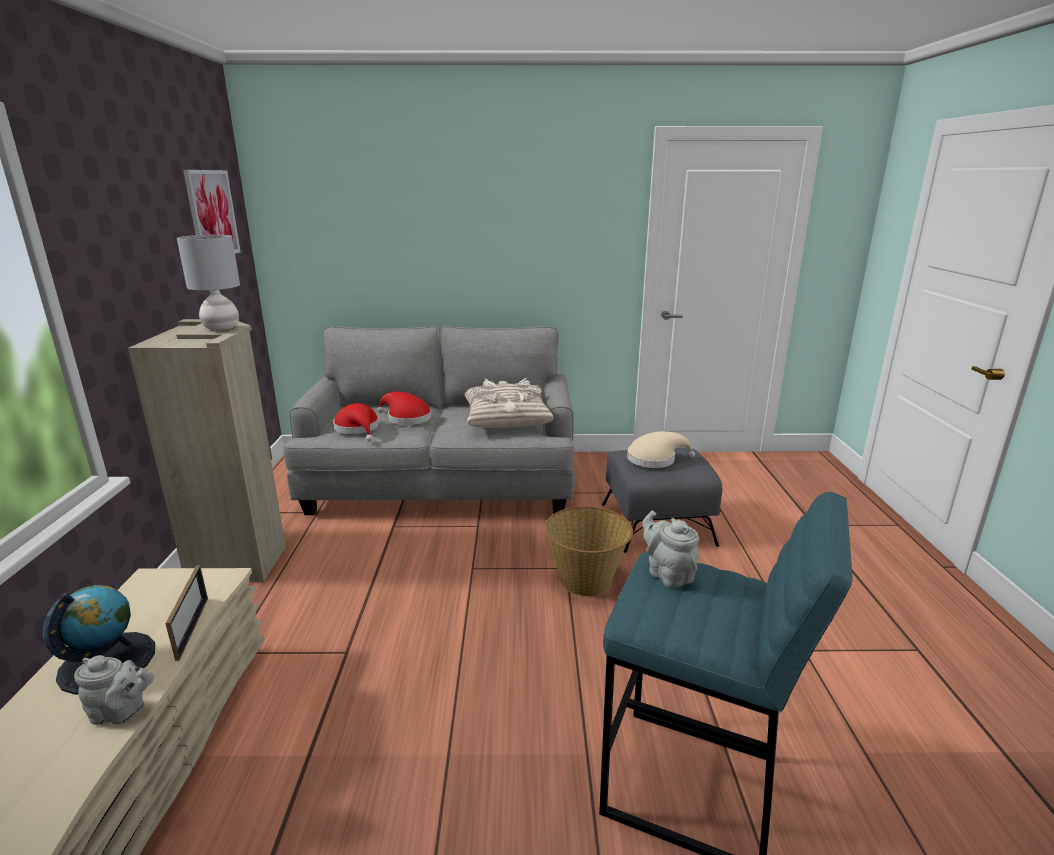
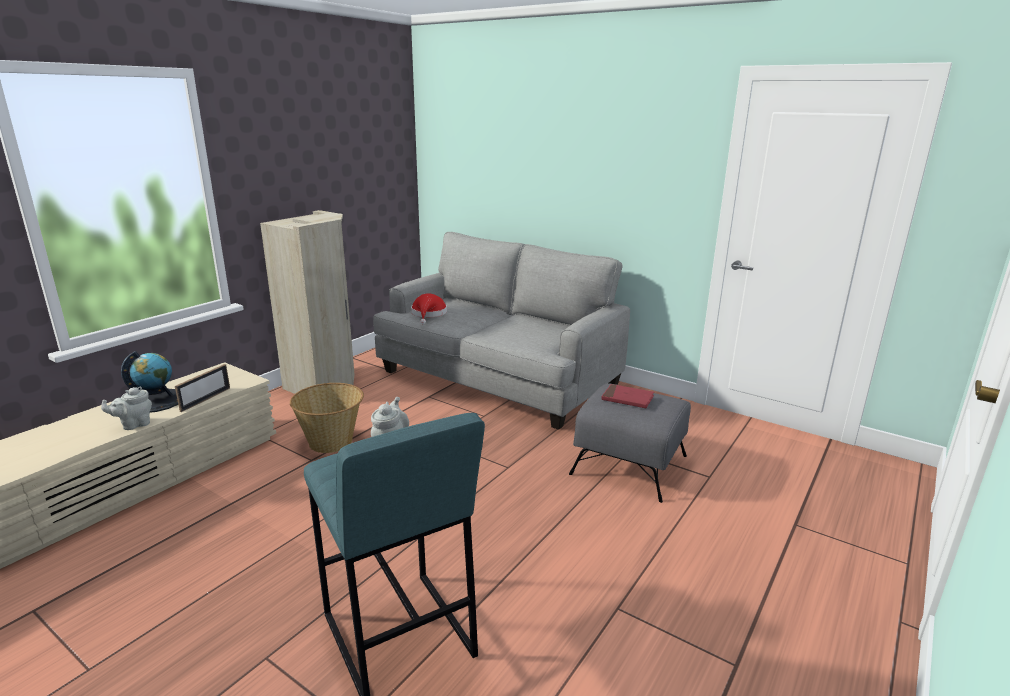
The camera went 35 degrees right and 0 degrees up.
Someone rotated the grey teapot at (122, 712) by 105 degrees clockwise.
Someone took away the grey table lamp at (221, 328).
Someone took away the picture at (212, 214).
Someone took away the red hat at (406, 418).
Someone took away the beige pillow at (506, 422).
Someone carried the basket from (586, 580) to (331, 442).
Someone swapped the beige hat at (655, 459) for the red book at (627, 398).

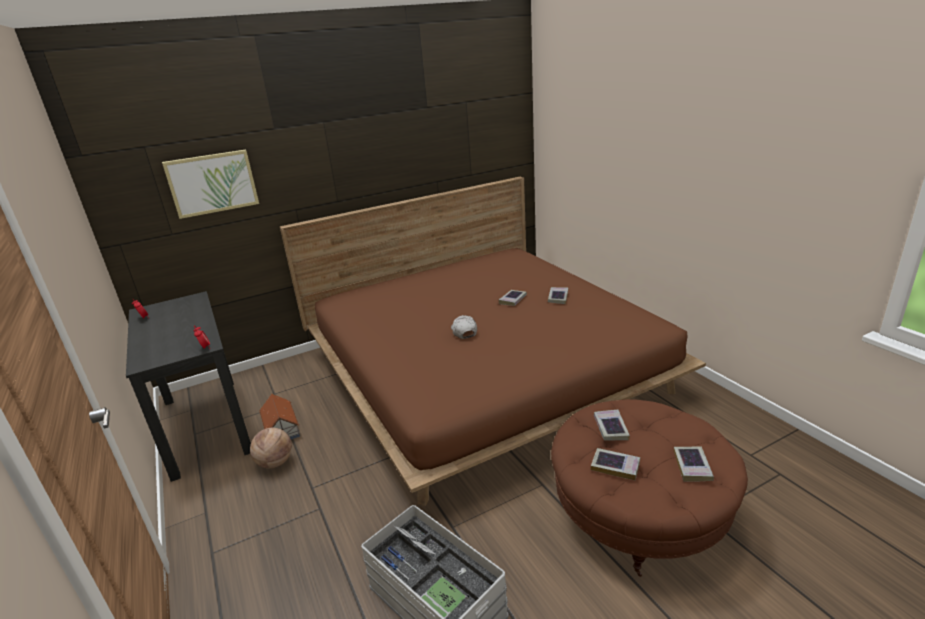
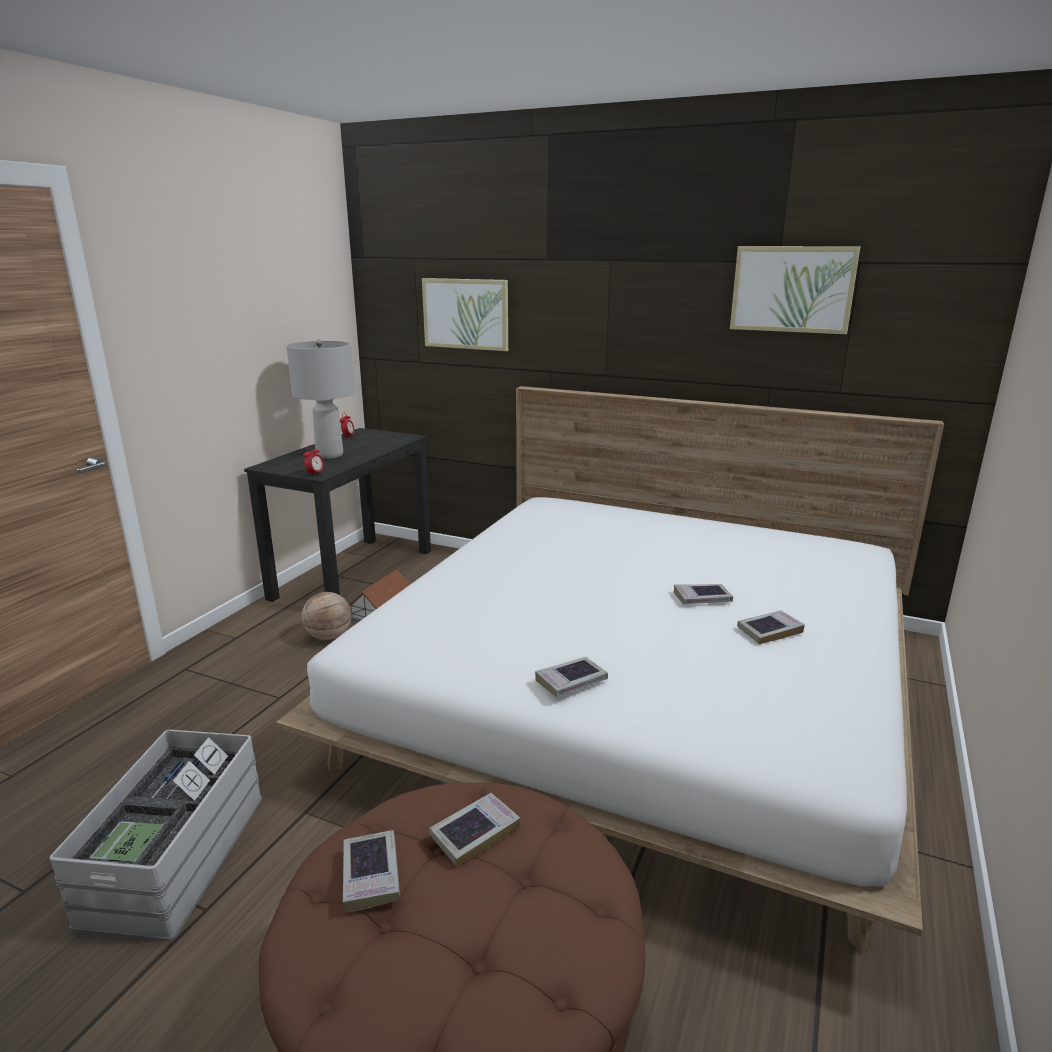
The camera went 50 degrees right and 5 degrees down.
Someone repainted the brown bed at (485, 372), which became the white bed at (638, 695).
Someone took away the white cap at (464, 331).
Someone carried the book from (692, 466) to (571, 681).
Someone put down the grey table lamp at (330, 455).
Someone put up the picture at (792, 289).

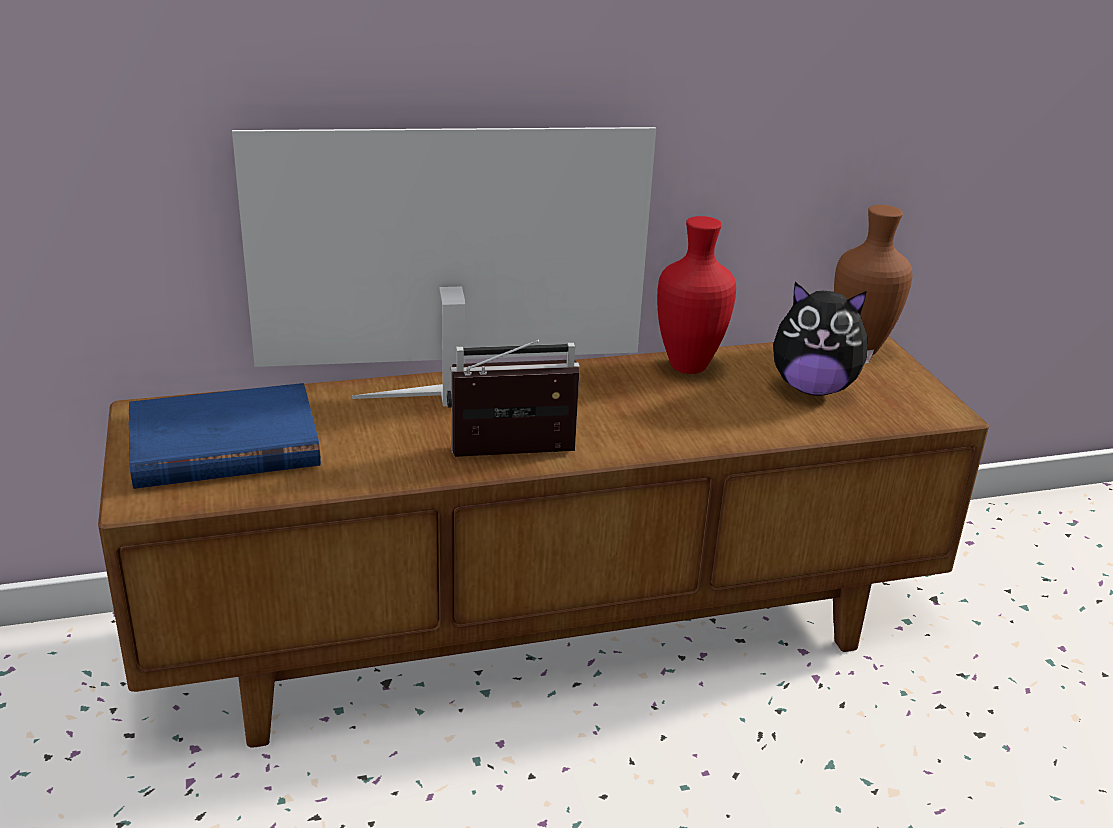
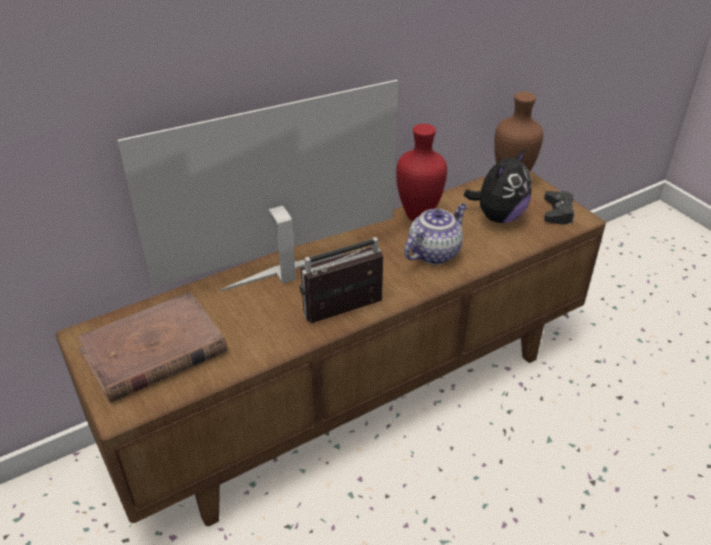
The camera went 15 degrees left and 10 degrees up.
Someone repainted the blue book at (222, 446), which became the brown book at (153, 352).
Someone rotated the plush toy at (813, 388) by 45 degrees counterclockwise.
Someone put down the teapot at (434, 252).
Someone put down the black game controller at (558, 212).

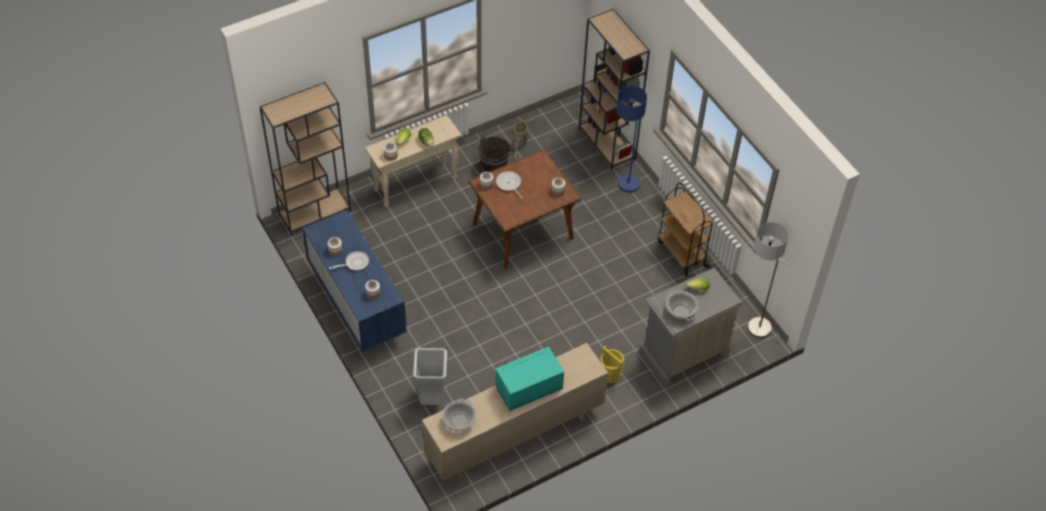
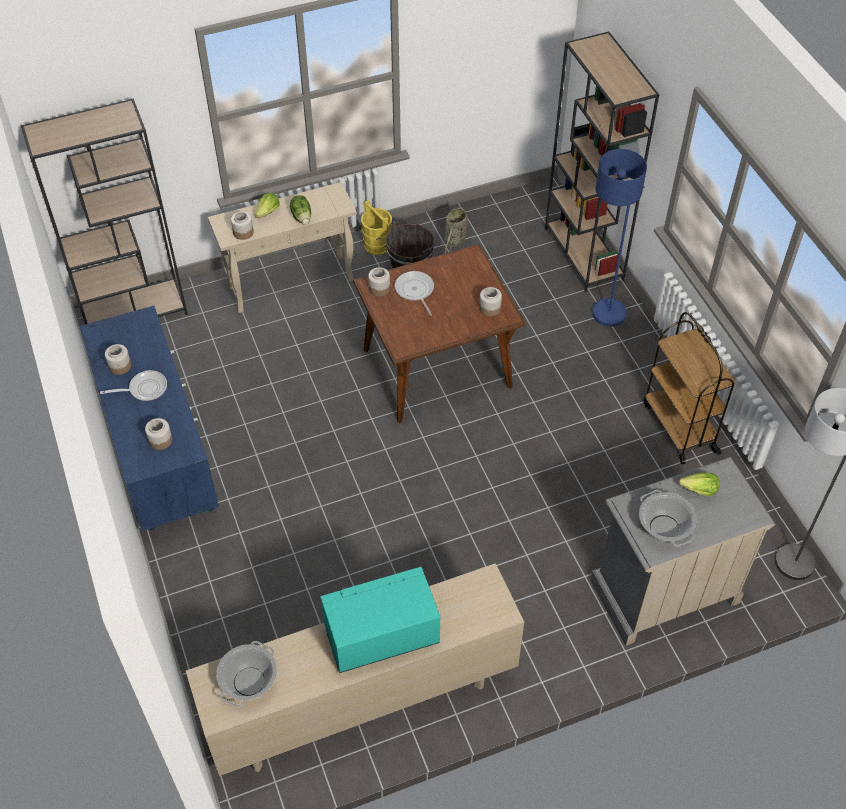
The camera went 10 degrees right and 0 degrees up.
Someone took away the grey trash can at (432, 397).
Someone carried the yellow bucket from (610, 374) to (377, 246).

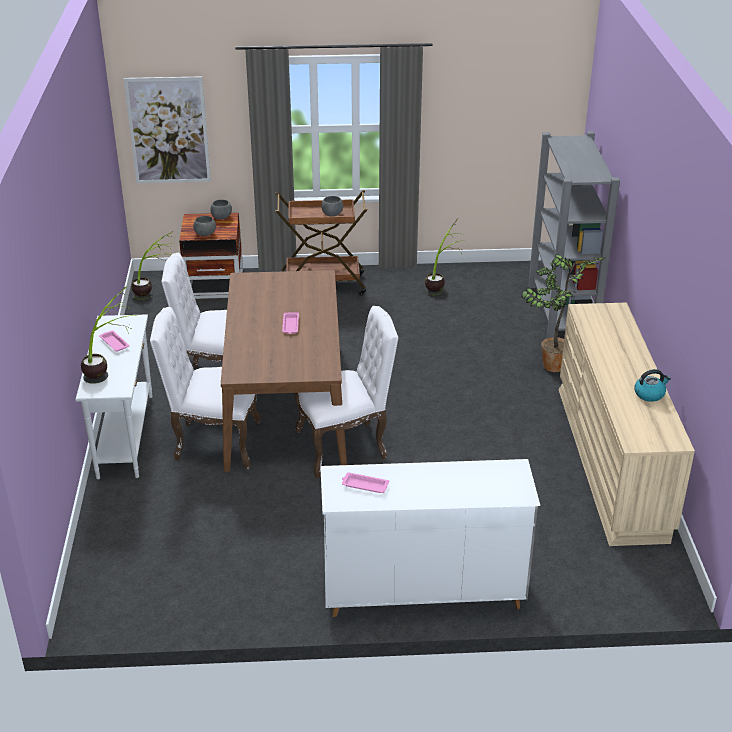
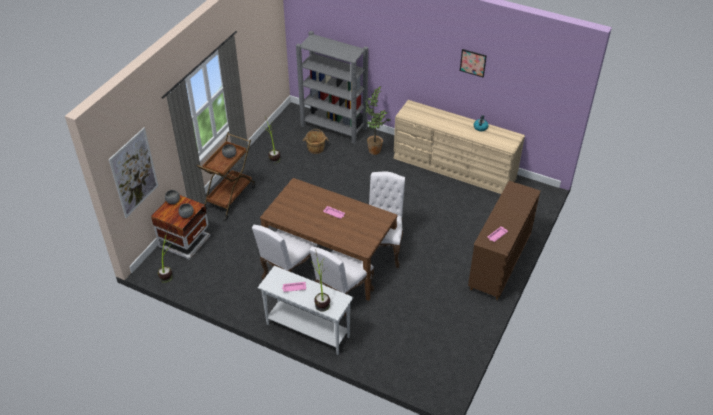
The camera went 60 degrees left and 10 degrees up.
Someone repainted the white cabinet at (423, 591), which became the brown cabinet at (499, 264).
Someone put down the brown bucket at (316, 148).
Someone put up the picture at (473, 63).

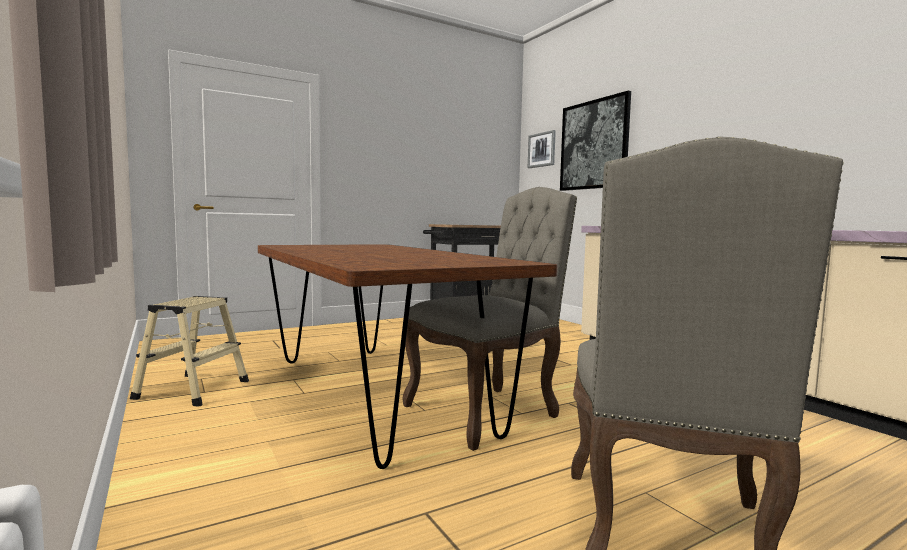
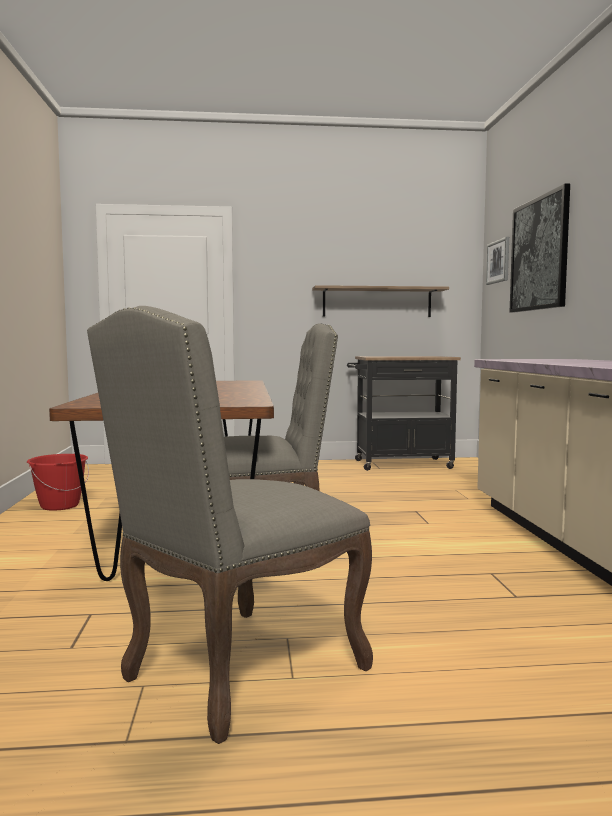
The camera went 25 degrees right and 0 degrees up.
Someone swapped the beige step ladder at (193, 389) for the red bucket at (59, 506).
Someone put up the shelf at (377, 302).

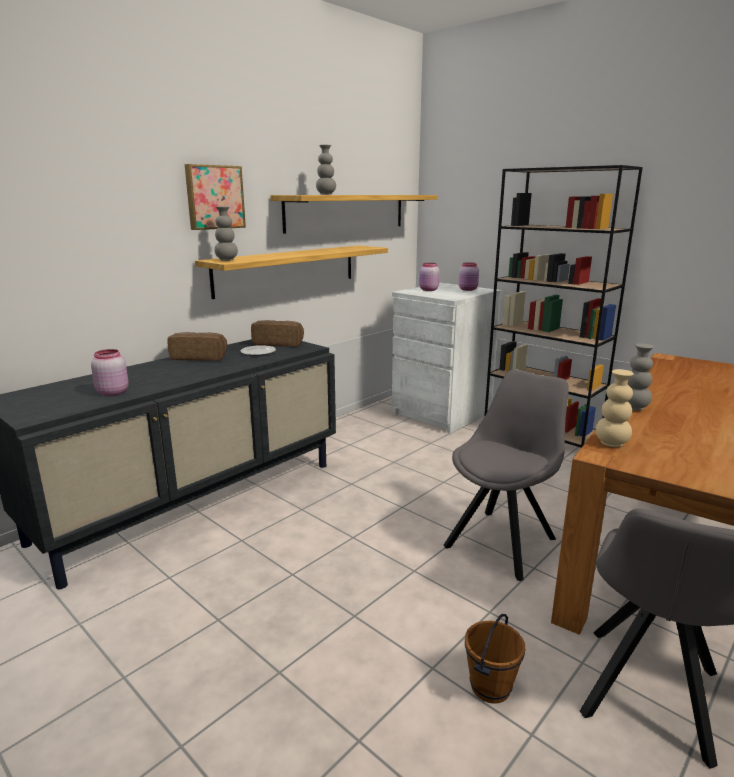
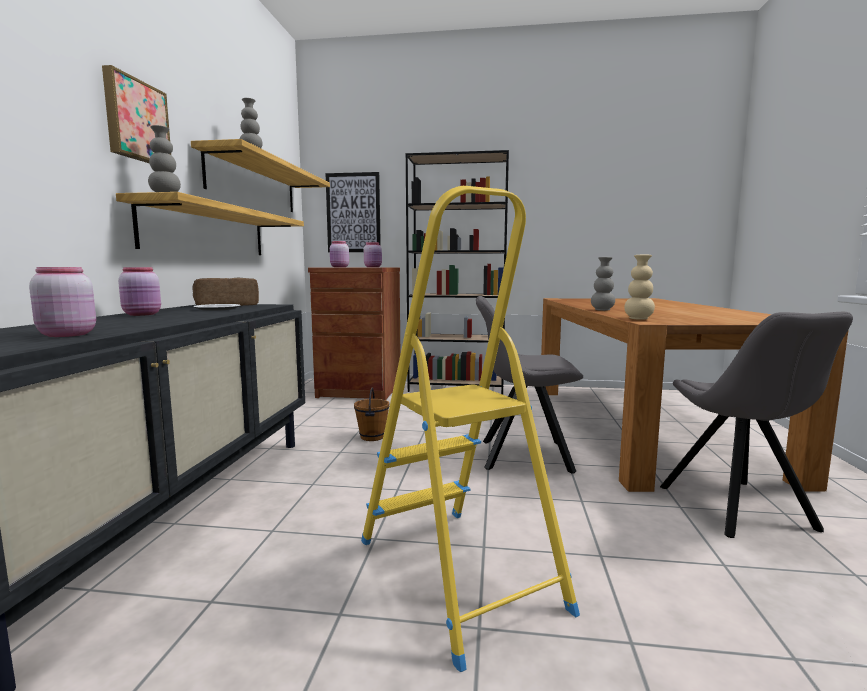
The camera went 35 degrees left and 10 degrees down.
Someone swapped the bread at (199, 357) for the pink jar at (143, 314).
Someone repainted the white dresser at (442, 413), which became the brown dresser at (361, 390).
Someone rotated the grey chair at (501, 542) by 90 degrees counterclockwise.
Someone carried the brown bucket from (491, 688) to (372, 437).
Someone put up the picture at (353, 213).
Someone put down the yellow step ladder at (456, 571).

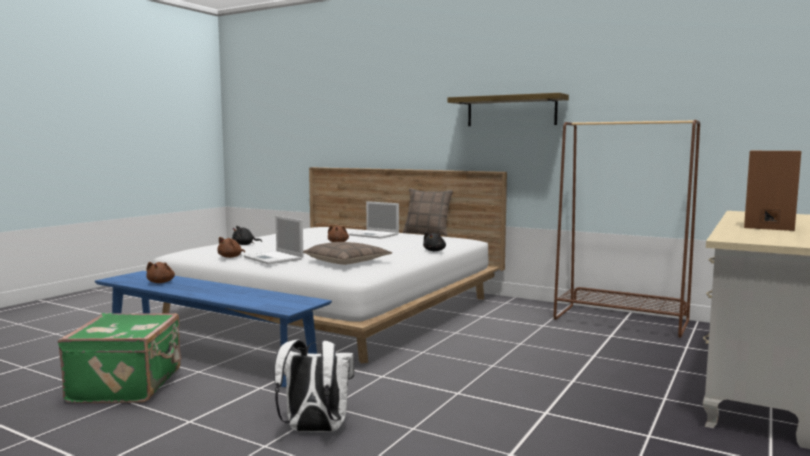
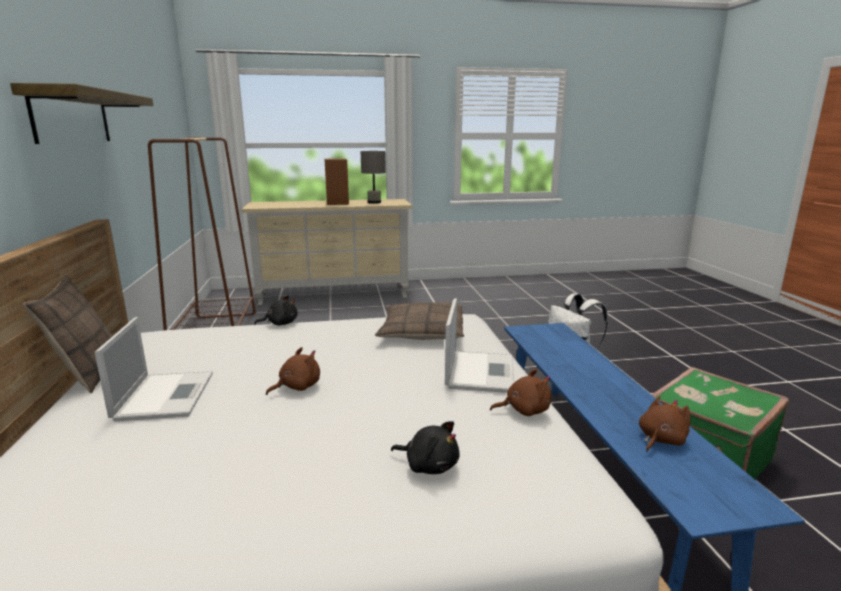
The camera went 130 degrees left and 10 degrees up.
Someone put down the grey table lamp at (374, 202).

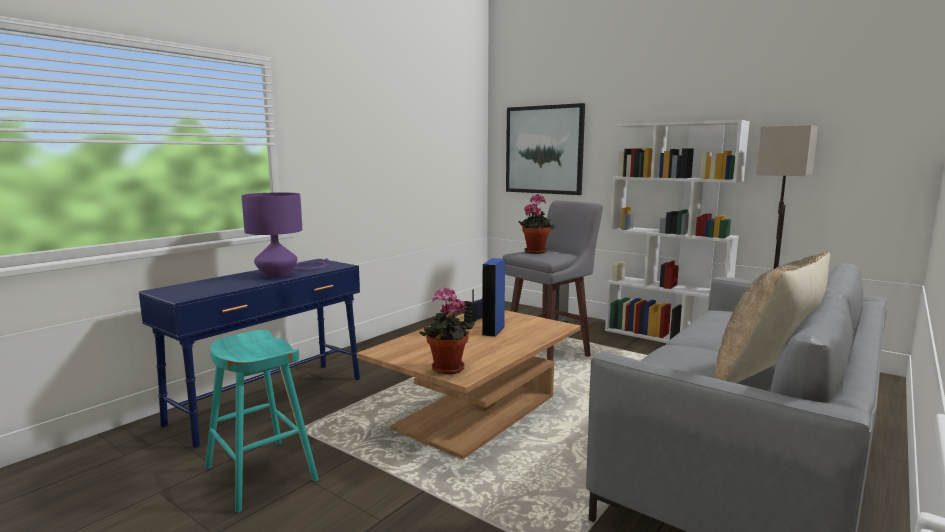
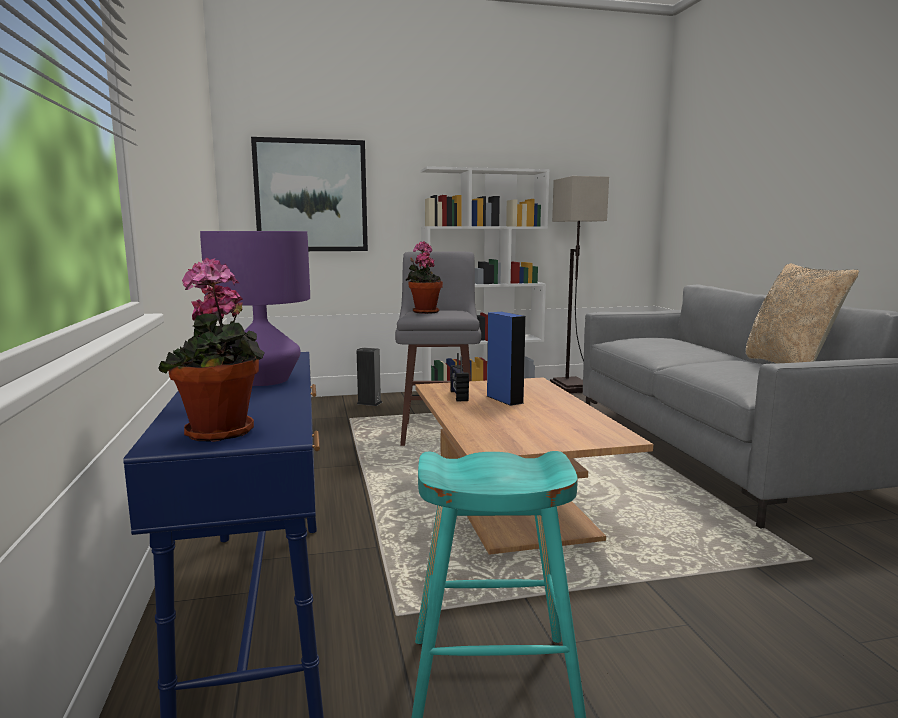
The camera went 50 degrees left and 0 degrees up.
Someone carried the potted plant from (447, 370) to (222, 434).

